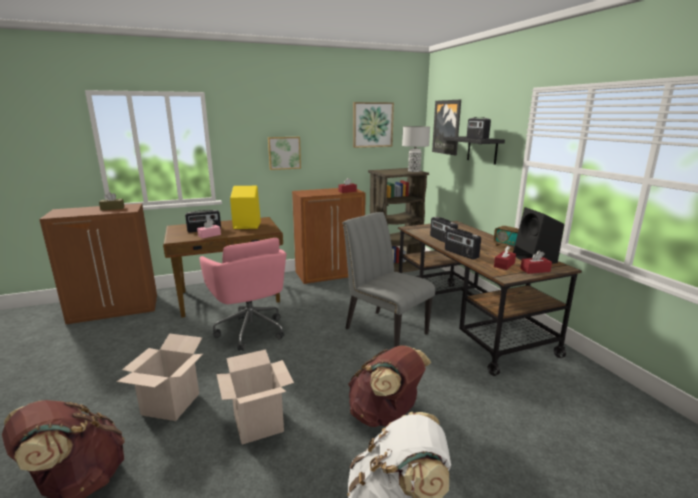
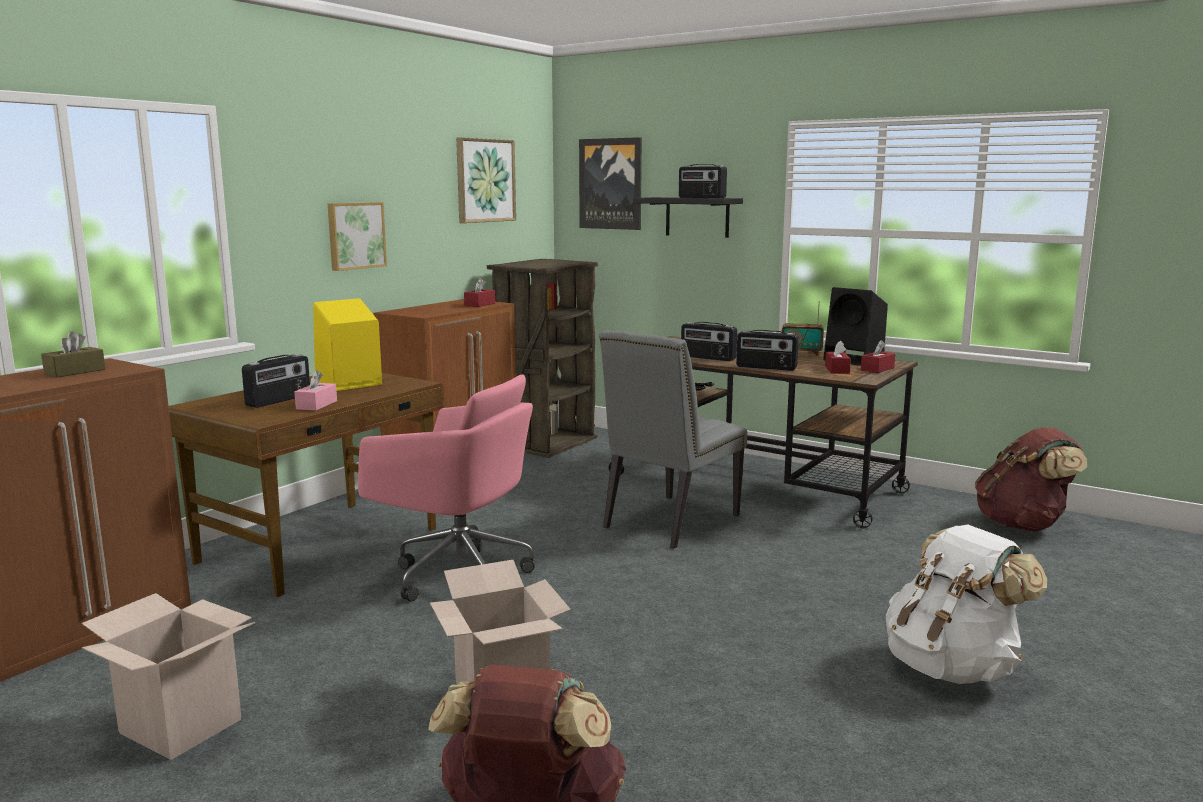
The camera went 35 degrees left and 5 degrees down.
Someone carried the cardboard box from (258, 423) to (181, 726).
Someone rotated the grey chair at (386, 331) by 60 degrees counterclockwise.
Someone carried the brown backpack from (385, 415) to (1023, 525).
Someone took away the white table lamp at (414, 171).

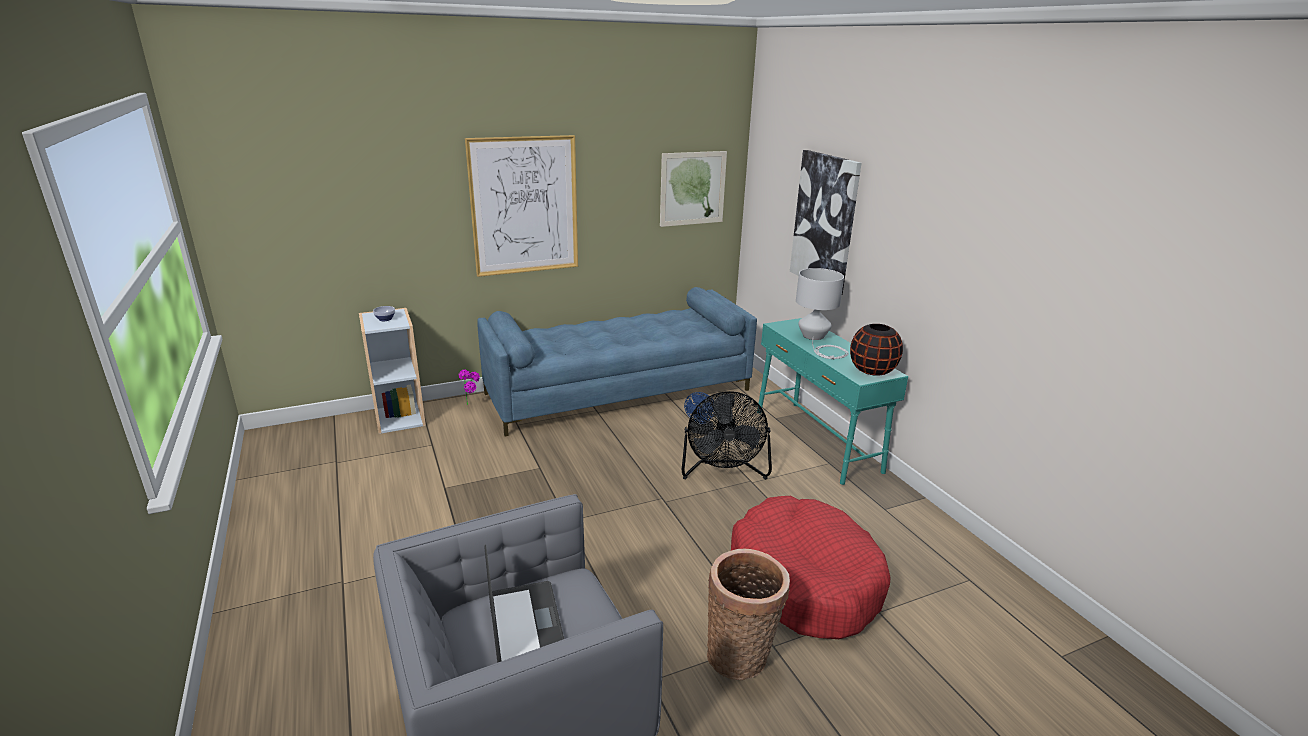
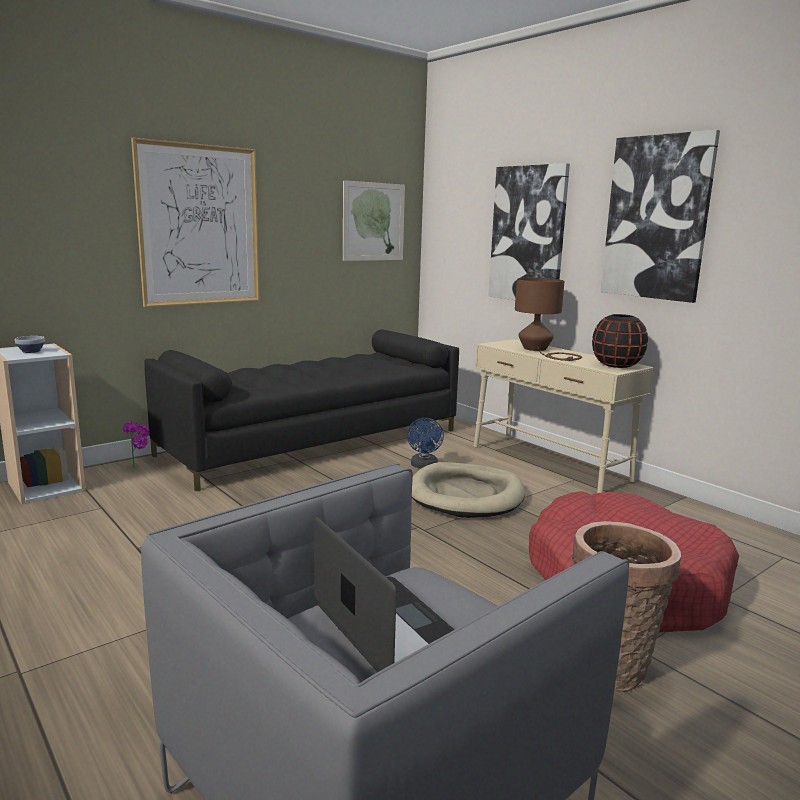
The camera went 15 degrees left and 10 degrees down.
Someone repainted the blue sofa at (619, 391), which became the black sofa at (314, 442).
Someone swapped the black fan at (720, 469) for the beige dog bed at (466, 495).
Someone repainted the turquoise console table at (815, 441), which became the beige console table at (548, 464).
Someone repainted the grey table lamp at (819, 342), which became the brown table lamp at (545, 351).
Someone put up the picture at (657, 218).

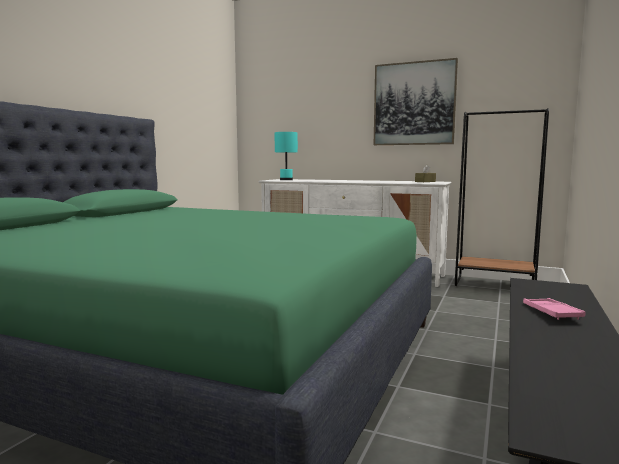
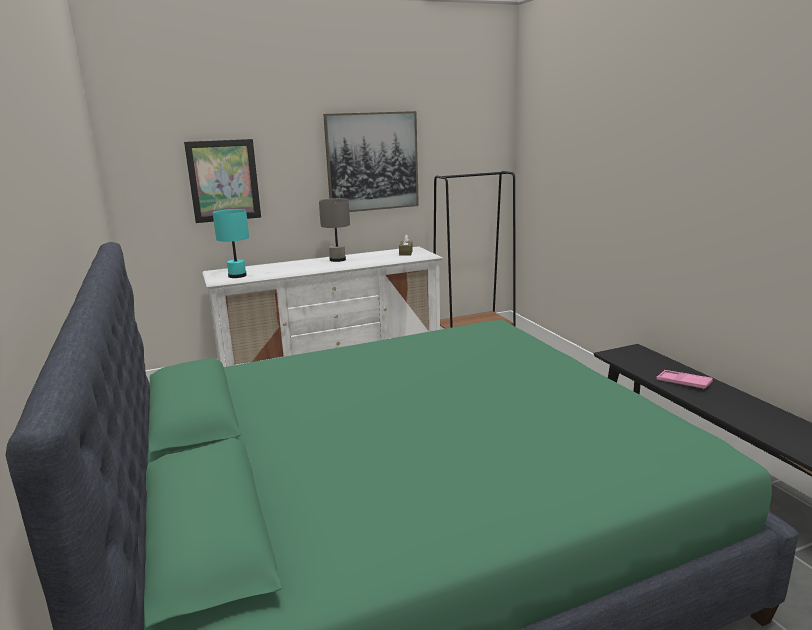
The camera went 45 degrees left and 10 degrees up.
Someone put up the picture at (224, 180).
Someone put down the grey table lamp at (337, 260).

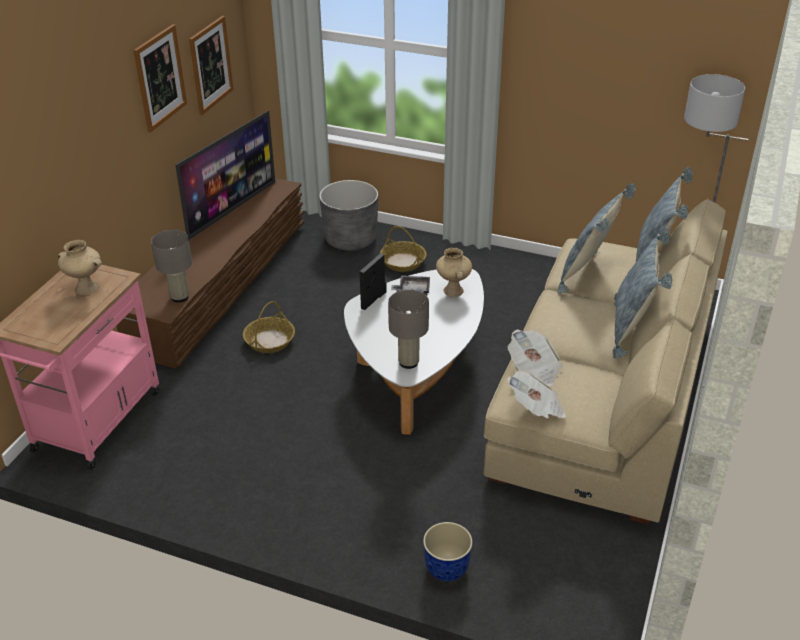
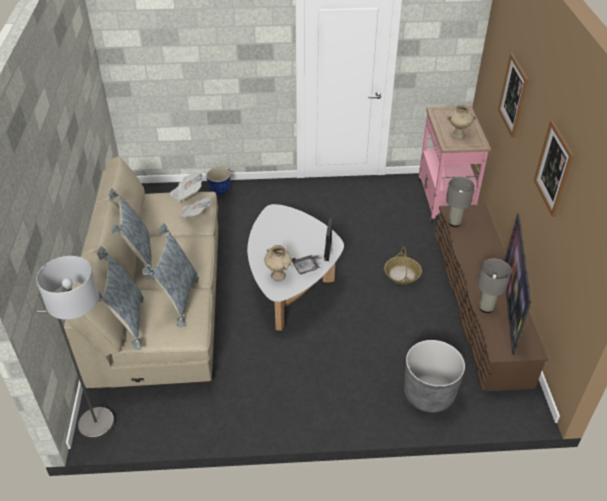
The camera went 155 degrees right and 5 degrees up.
Someone carried the picture from (211, 65) to (513, 95).
Someone took away the basket at (403, 262).
Someone carried the grey table lamp from (409, 363) to (485, 308).

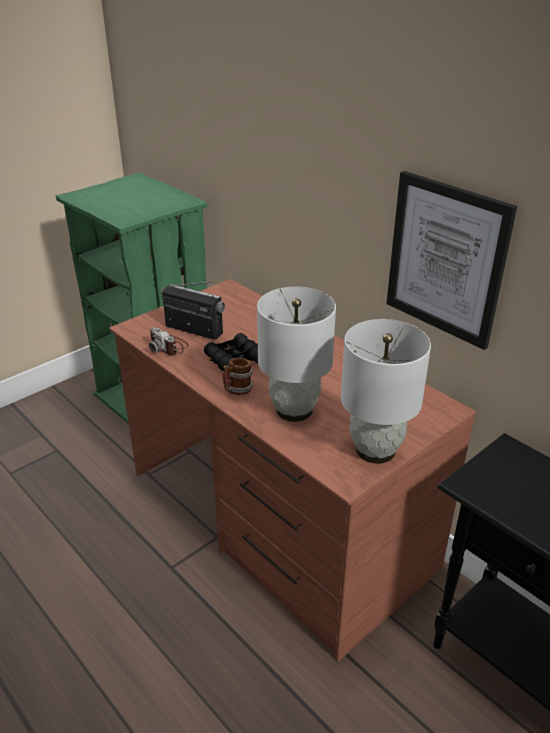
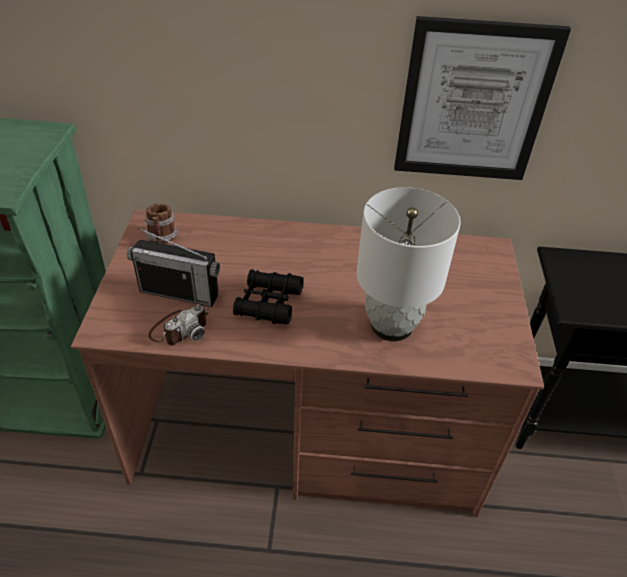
The camera went 45 degrees left and 10 degrees up.
Someone rotated the photo camera at (169, 346) by 45 degrees counterclockwise.
Someone rotated the radio at (194, 330) by 150 degrees counterclockwise.
Someone carried the mug from (237, 390) to (162, 239).
Someone took away the white table lamp at (375, 449).

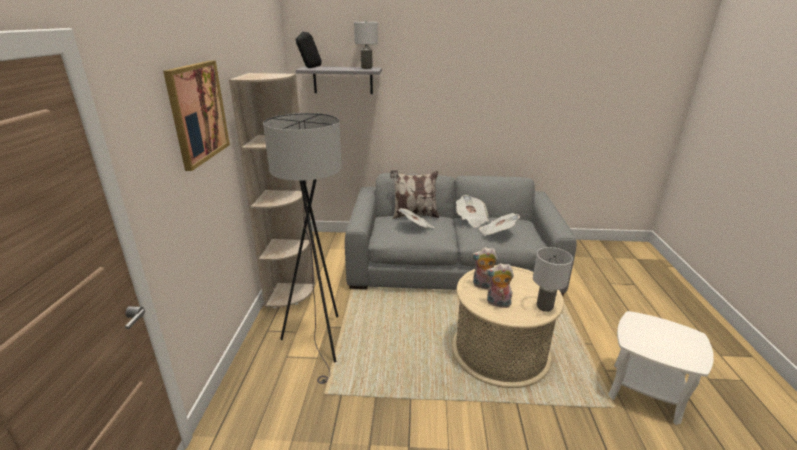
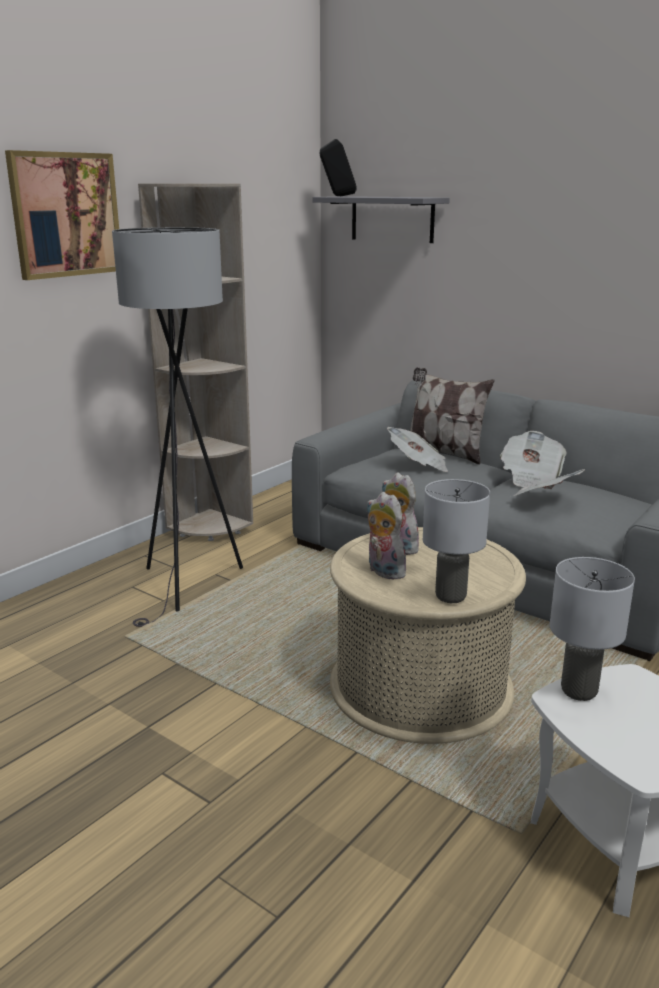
The camera went 35 degrees right and 5 degrees down.
Someone carried the white table lamp from (366, 68) to (579, 691).

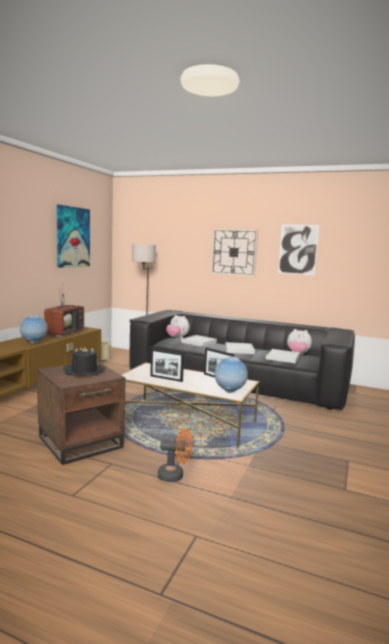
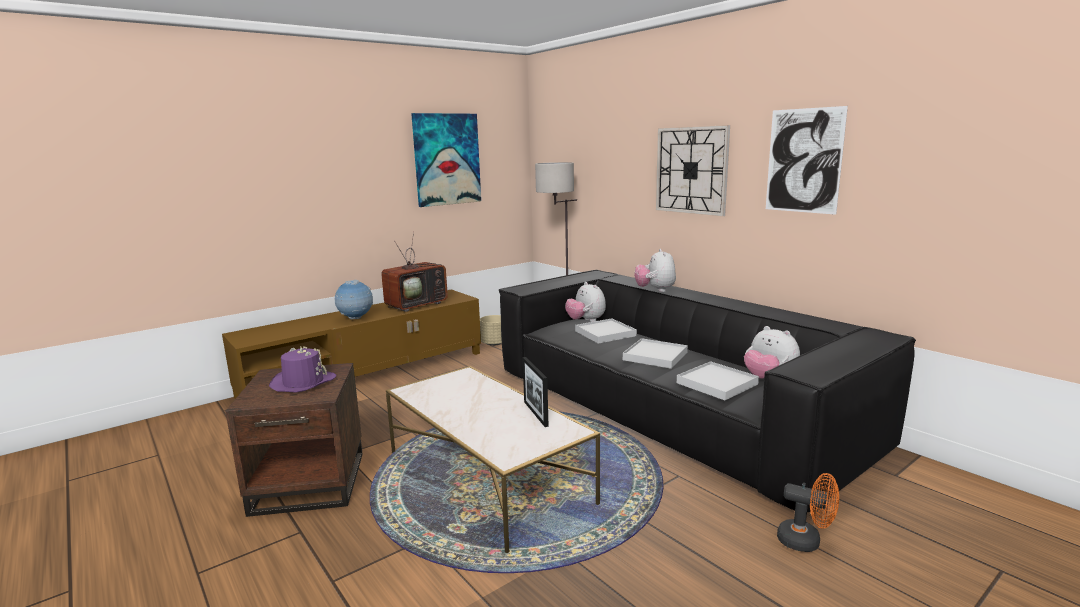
The camera went 30 degrees right and 5 degrees up.
Someone repainted the black hat at (84, 371), which became the purple hat at (303, 382).
Someone took away the picture frame at (166, 378).
Someone carried the orange fan from (175, 476) to (806, 541).
Someone took away the globe at (229, 391).
Someone put down the plush toy at (655, 290).

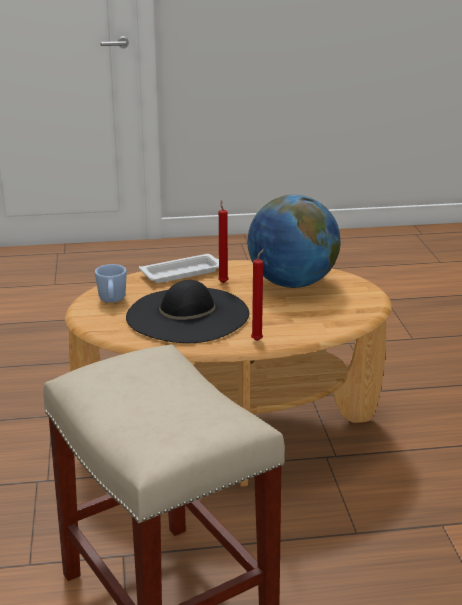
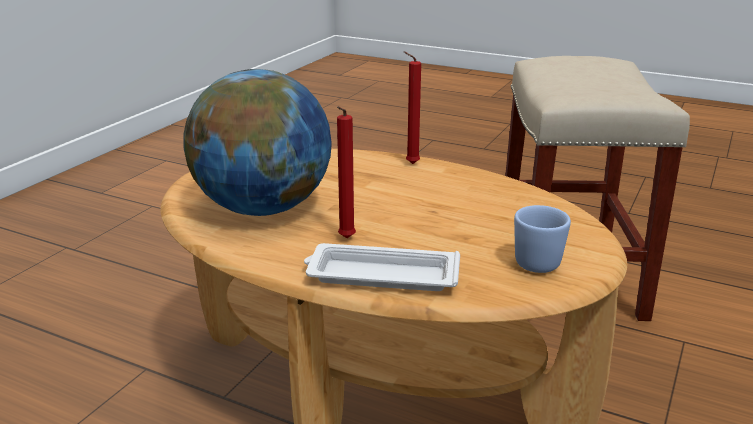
The camera went 145 degrees left and 0 degrees up.
Someone took away the black hat at (187, 315).

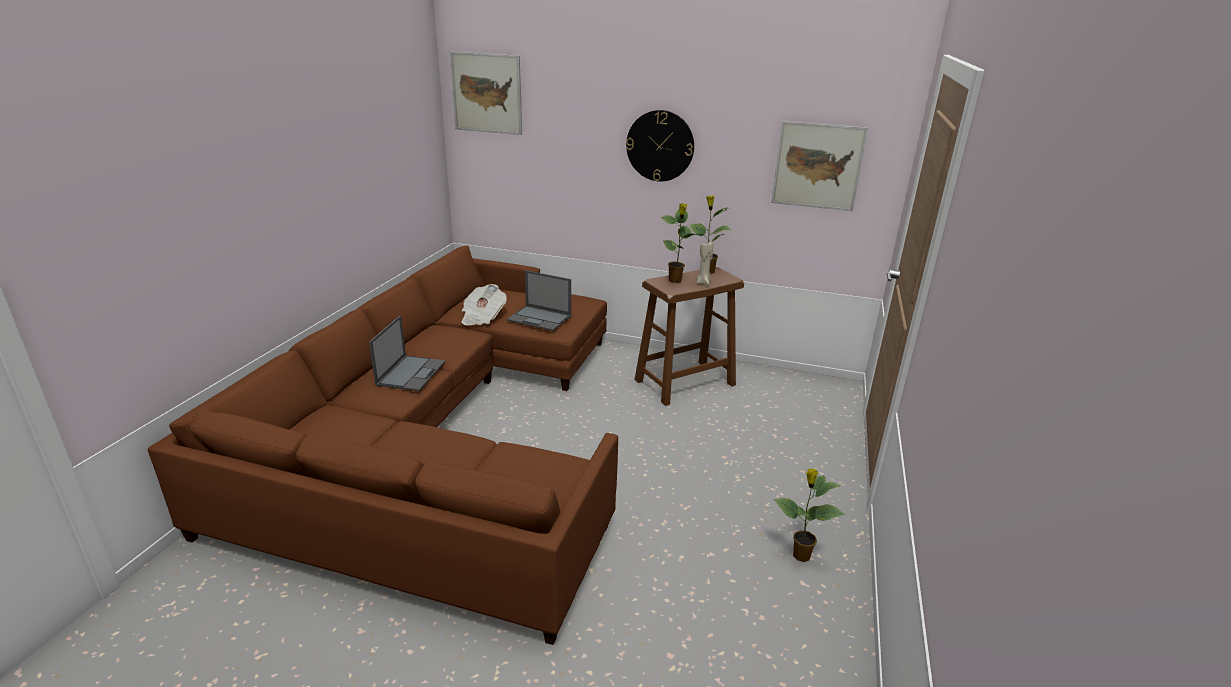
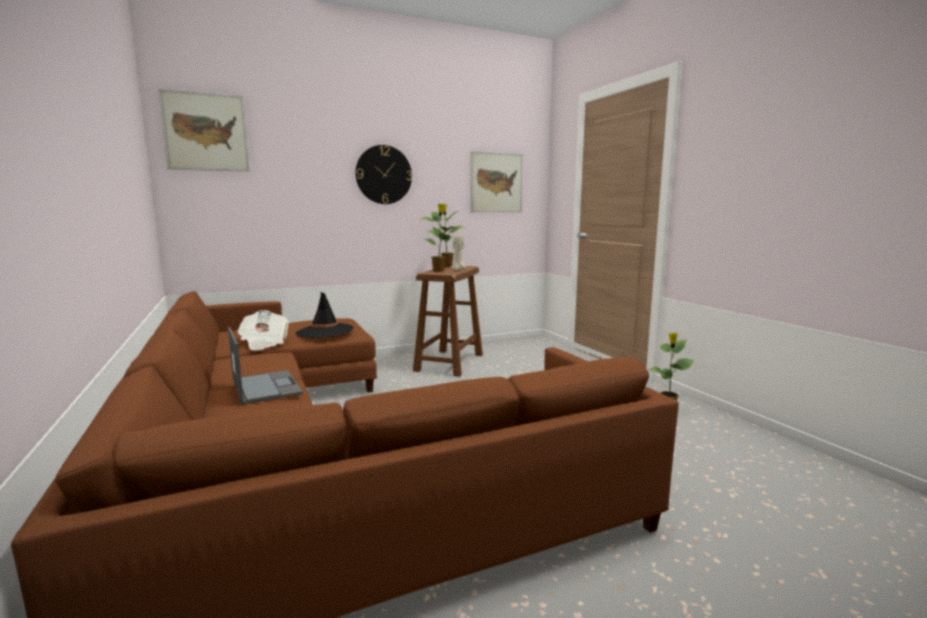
The camera went 40 degrees left and 15 degrees down.
Someone swapped the laptop at (540, 318) for the black hat at (324, 331).

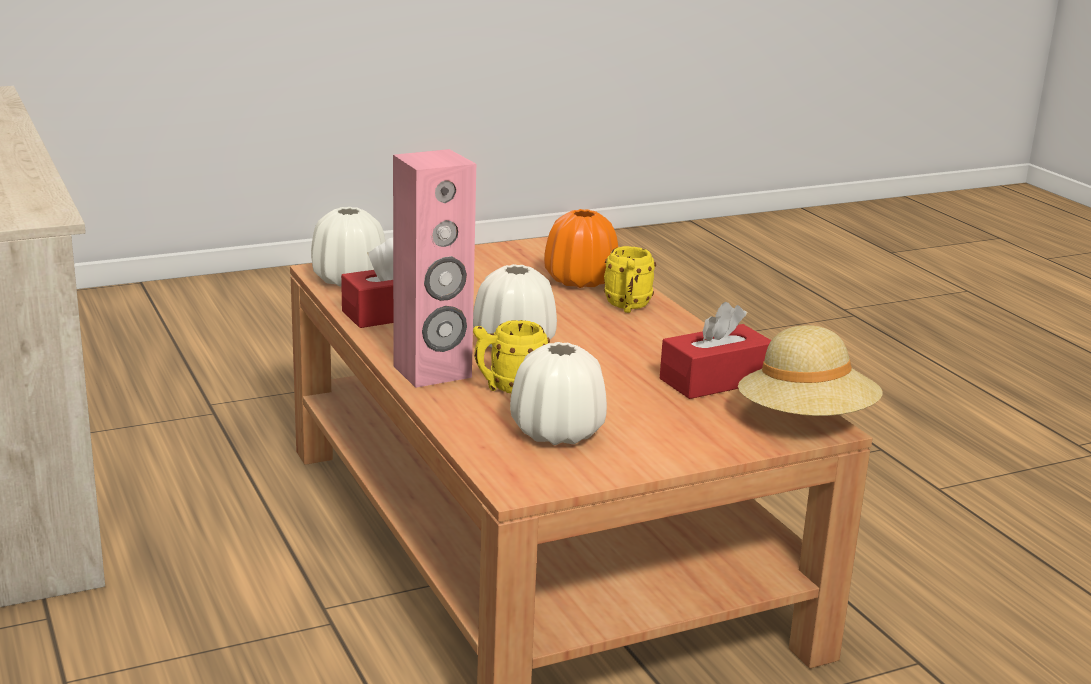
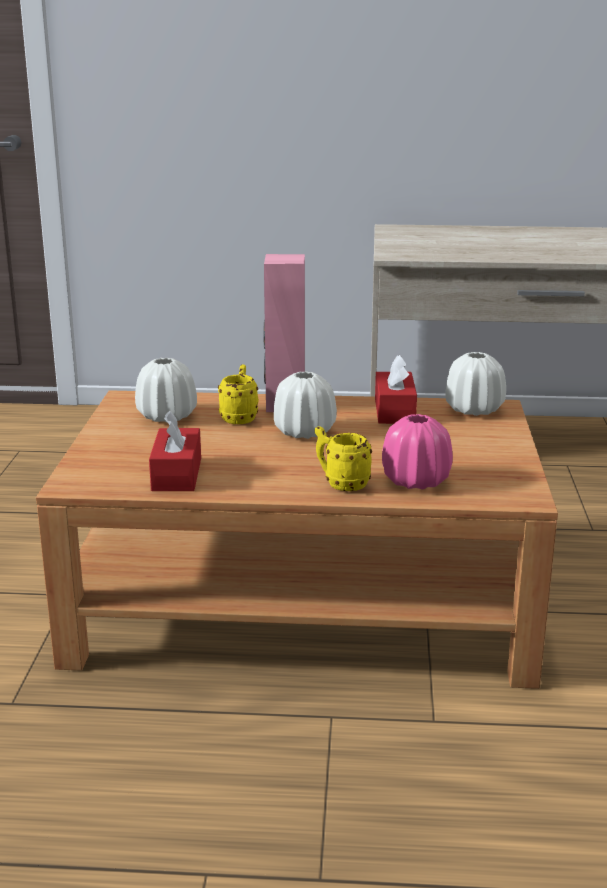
The camera went 120 degrees right and 0 degrees up.
Someone repainted the orange vase at (580, 281), which became the pink vase at (415, 481).
Someone took away the beige hat at (806, 421).

